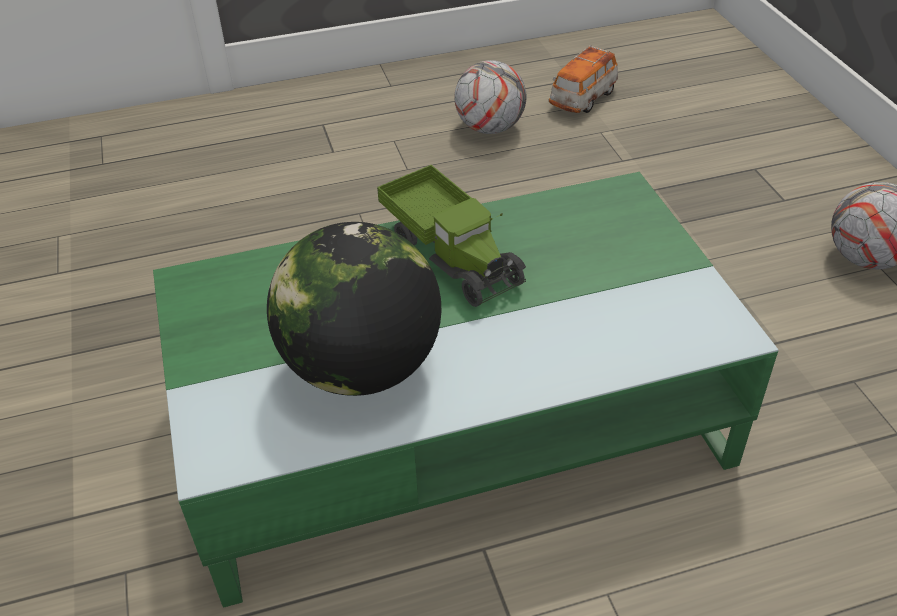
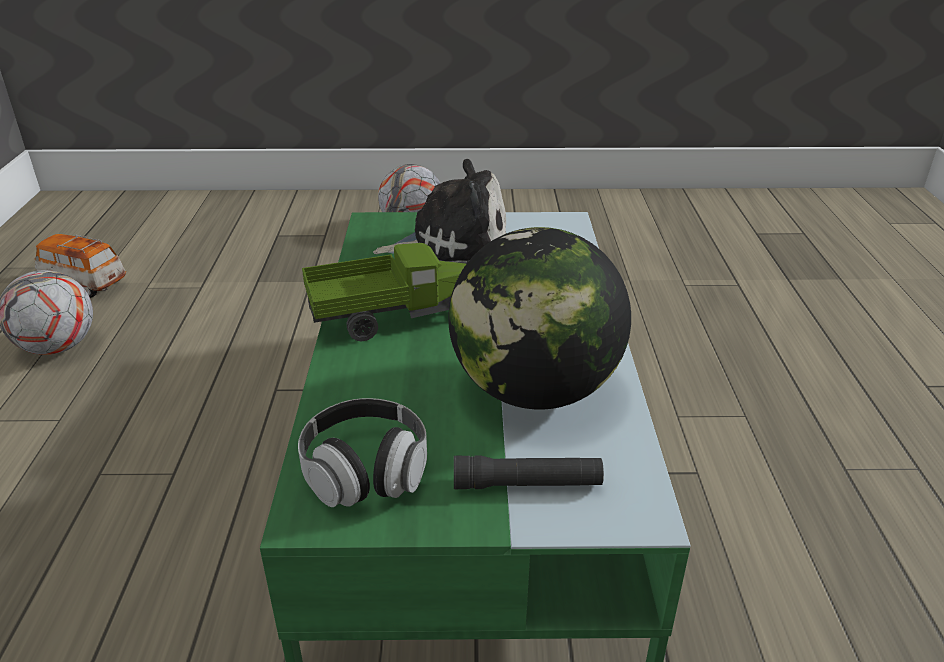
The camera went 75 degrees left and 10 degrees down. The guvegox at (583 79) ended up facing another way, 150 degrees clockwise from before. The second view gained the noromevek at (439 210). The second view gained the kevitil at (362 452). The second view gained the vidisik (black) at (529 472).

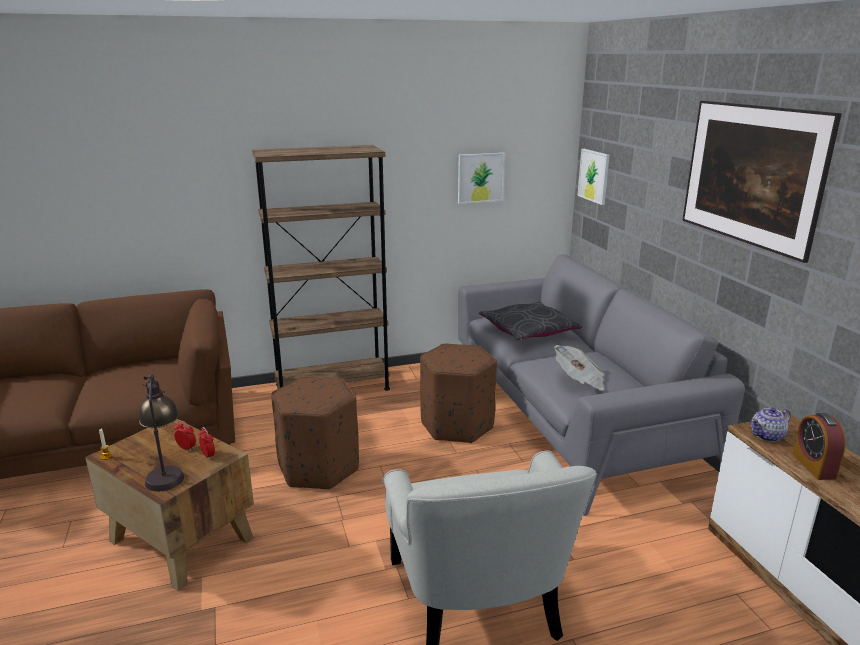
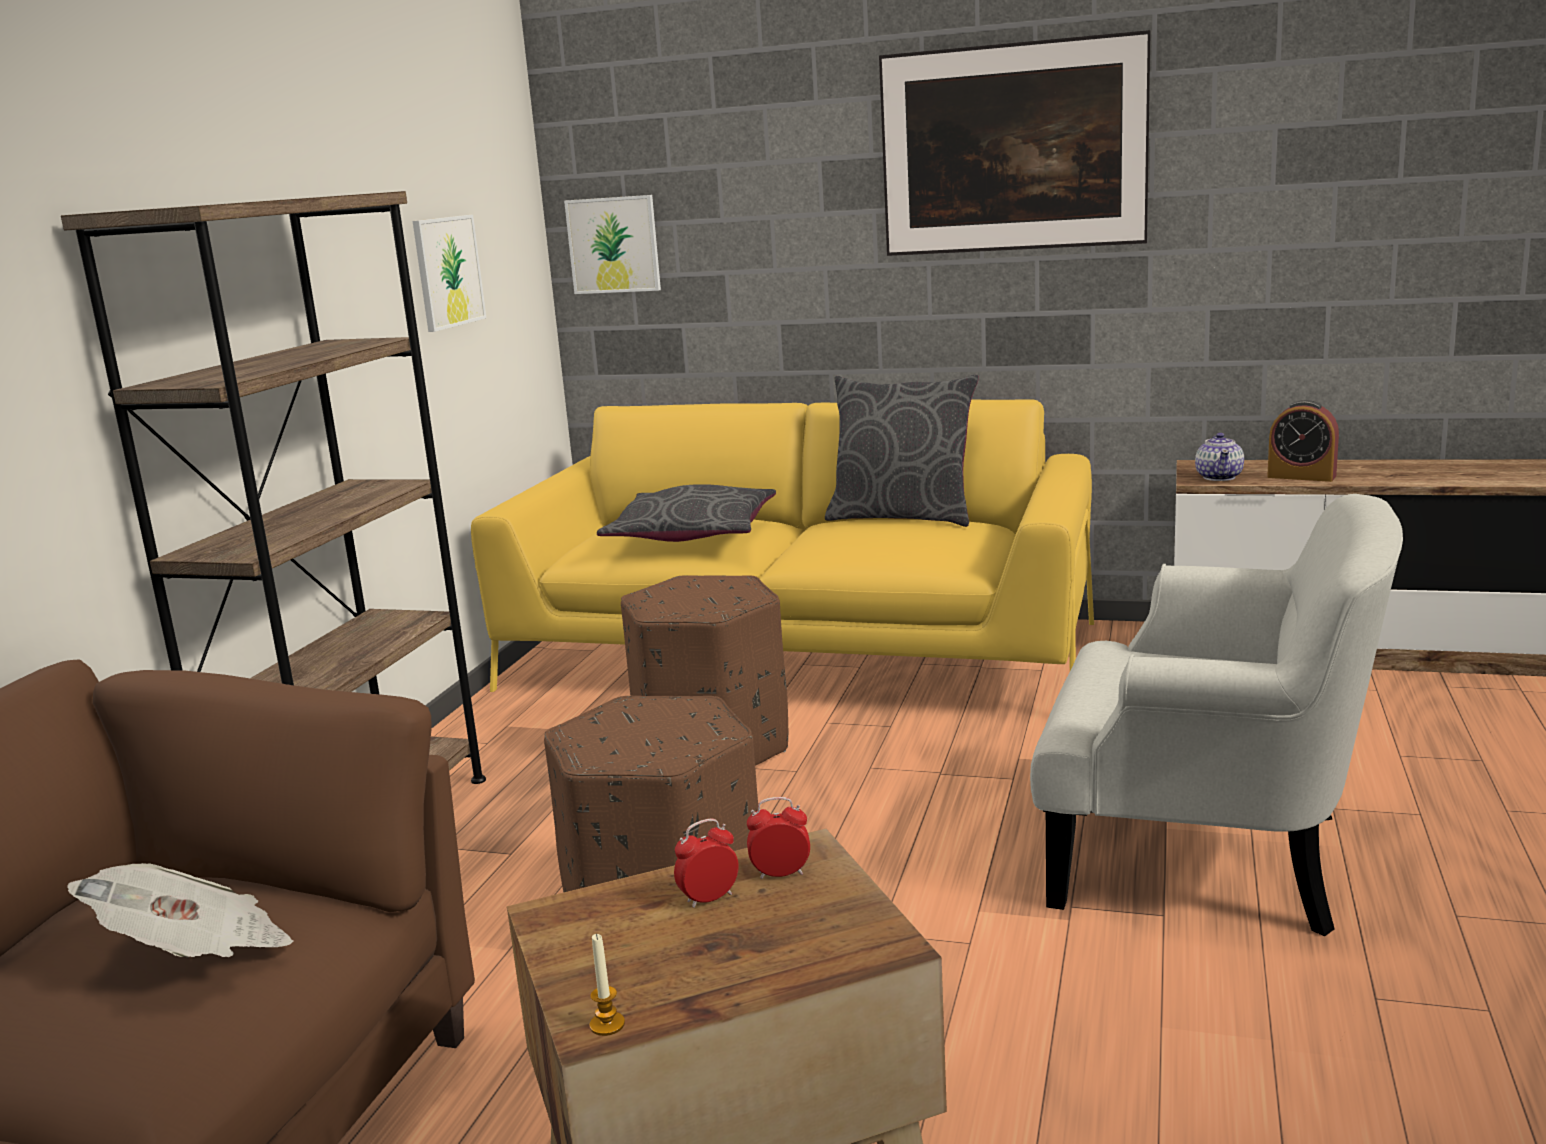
The camera went 55 degrees left and 5 degrees down. What was the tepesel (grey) at (601 385) turned into the tepesel (yellow) at (782 545). The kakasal ended up elsewhere, having gone from (579 367) to (180 910). The second view lost the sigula at (161 433). The second view gained the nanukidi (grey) at (902 451).

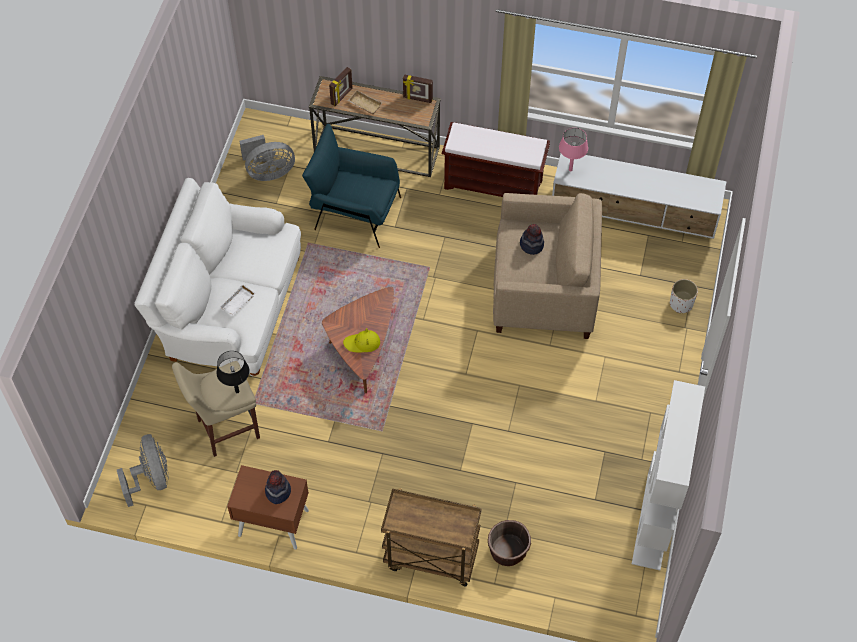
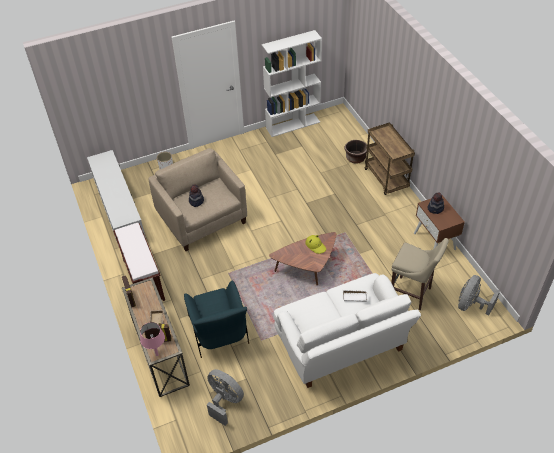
The camera went 125 degrees left and 10 degrees down. The sigula (pink) ended up elsewhere, having gone from (573 149) to (152 339). The second view lost the sigula (black) at (233 372).

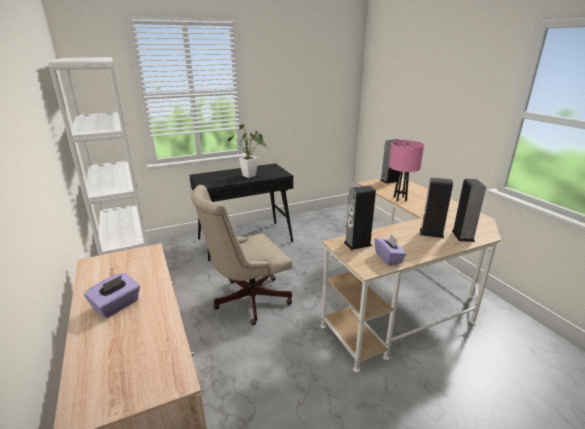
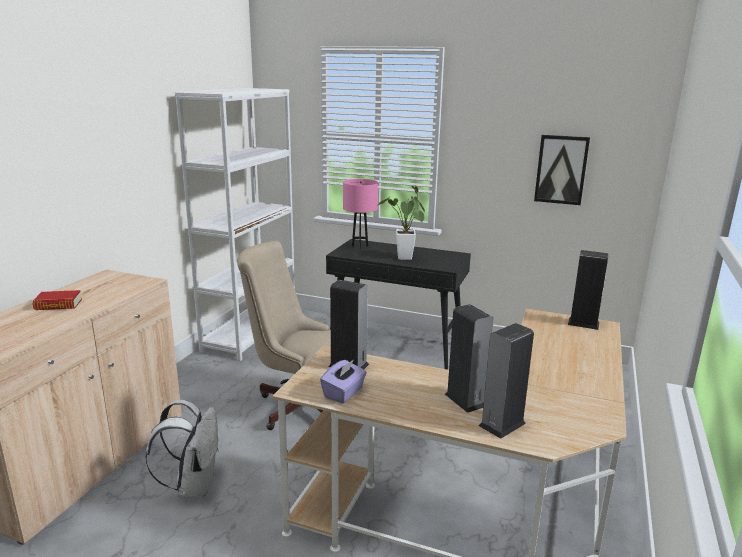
The camera went 45 degrees right and 5 degrees down. The sigula (pink) ended up elsewhere, having gone from (406 170) to (360 214). Where the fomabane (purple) stood at (112 295), the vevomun came to stand at (57 300). The second view gained the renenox at (562 170). The second view gained the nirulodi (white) at (182 449).

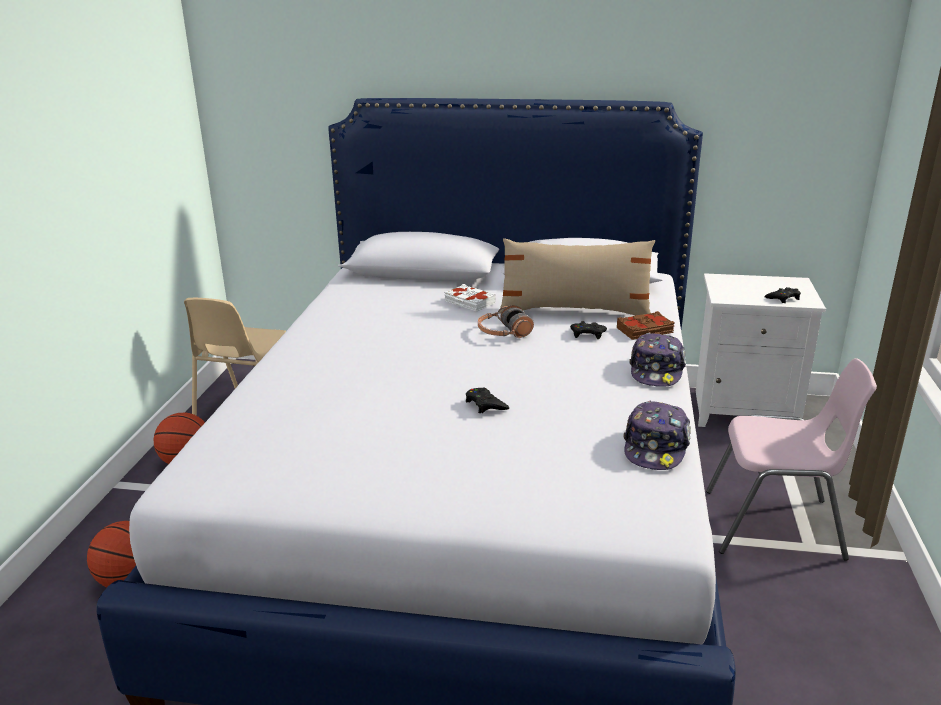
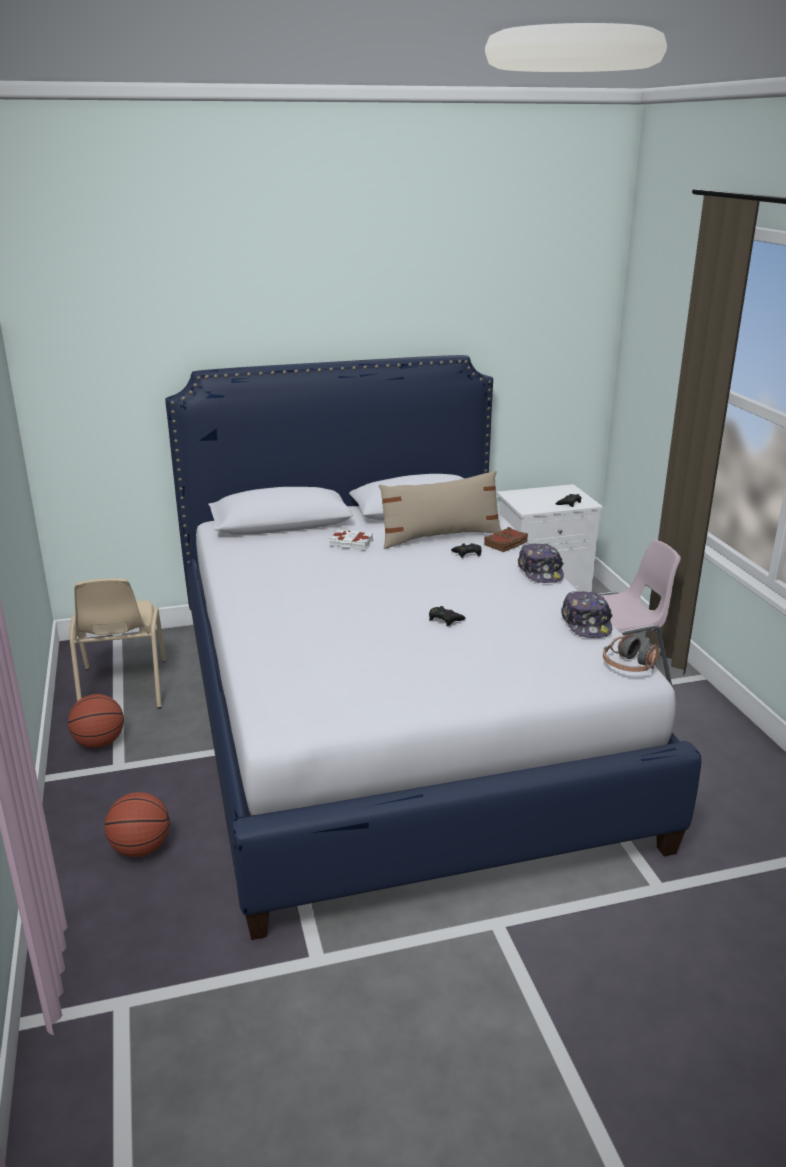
The camera went 25 degrees left and 0 degrees up. The kevitil ended up elsewhere, having gone from (506 321) to (631 653).

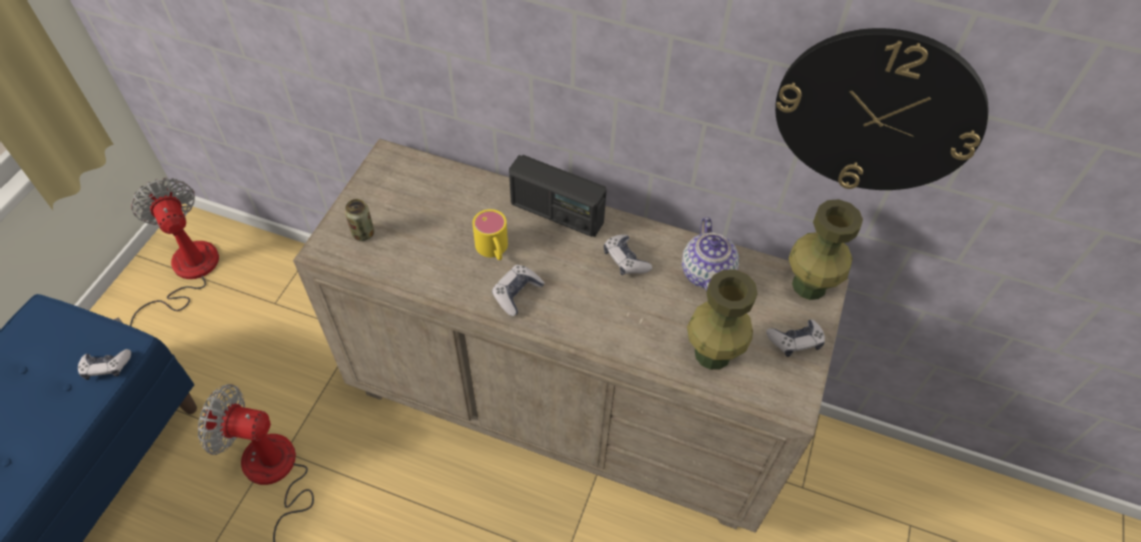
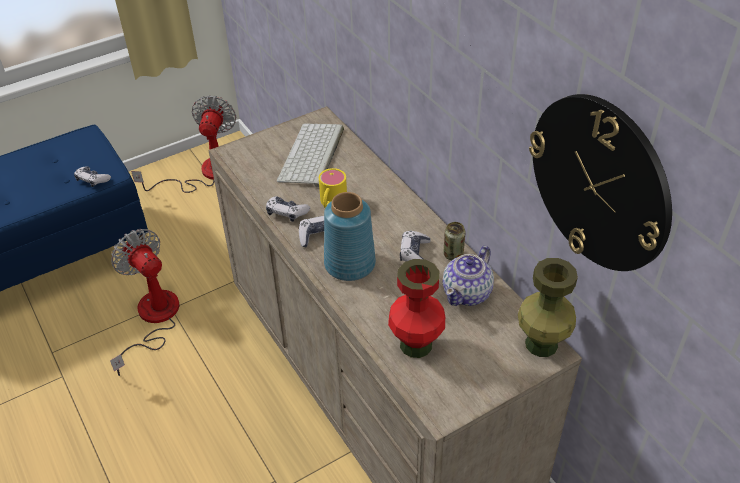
The camera went 40 degrees right and 10 degrees down. The second view lost the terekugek at (558 196). The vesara ended up elsewhere, having gone from (359 220) to (454 241). What was the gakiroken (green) at (722 319) turned into the gakiroken (red) at (416 308). The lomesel ended up elsewhere, having gone from (795 338) to (288 209). The second view gained the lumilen at (310 155). The second view gained the gakiroken (blue) at (350 236).

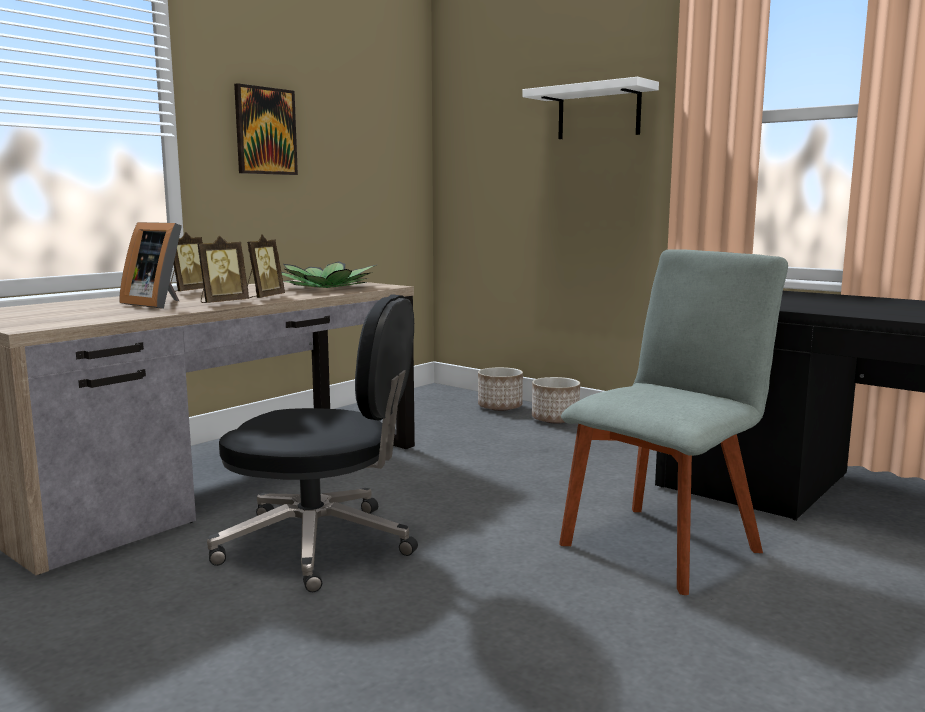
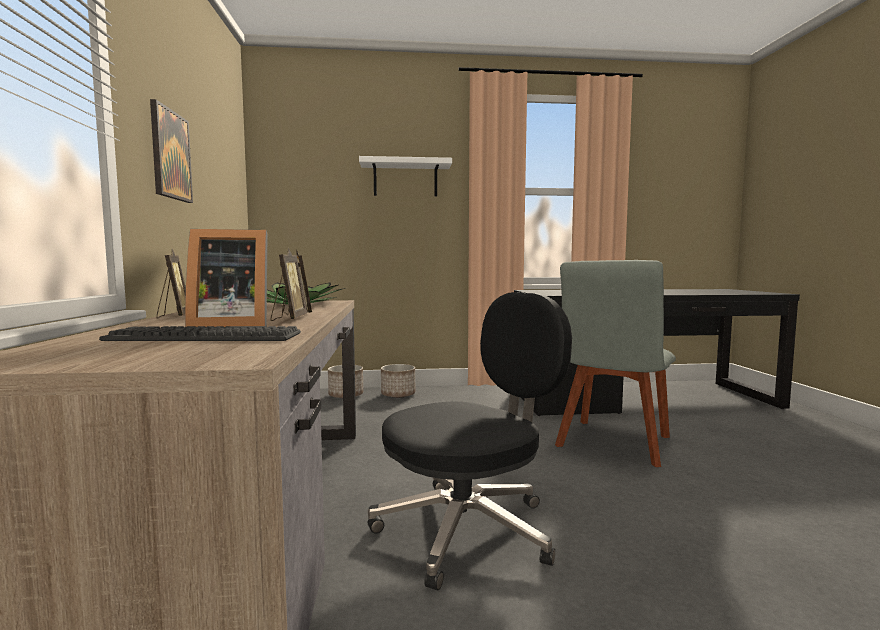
The camera went 45 degrees left and 5 degrees down. The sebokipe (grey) at (673 422) ended up facing another way, 150 degrees counterclockwise from before. The second view gained the lumilen at (200 333).

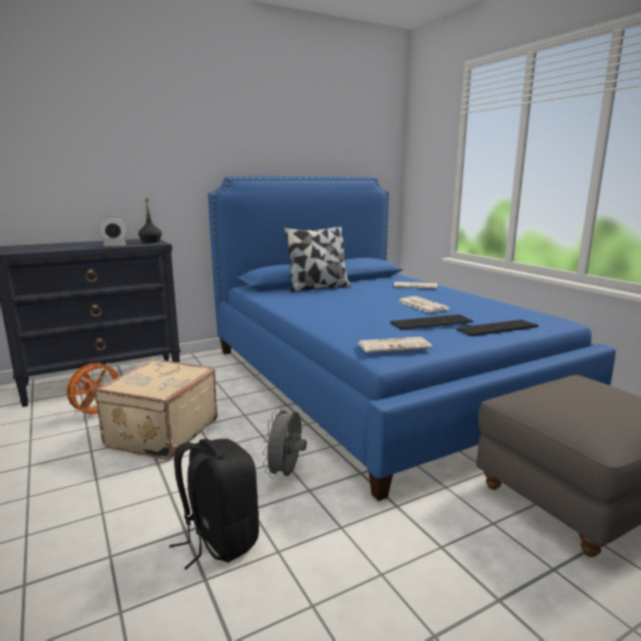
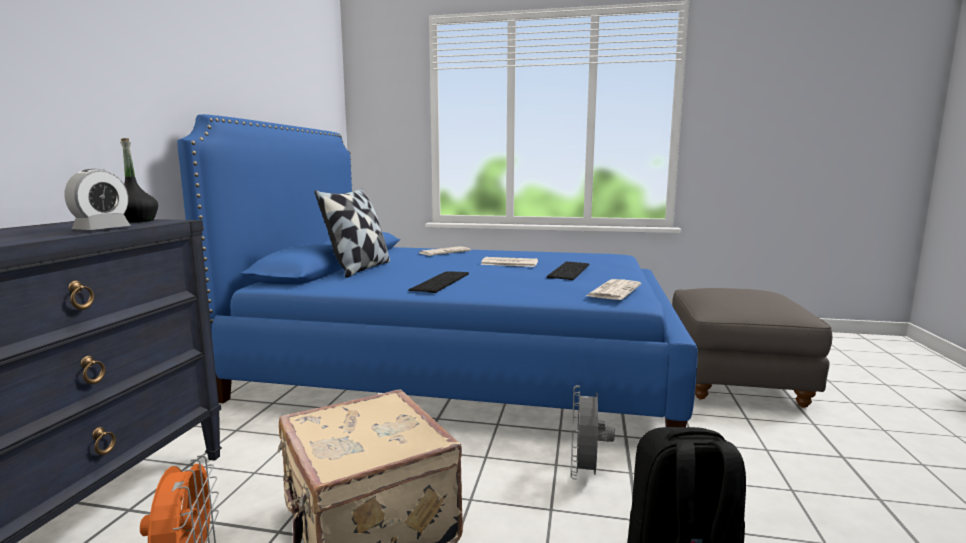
The camera went 50 degrees left and 5 degrees down. The lumilen ended up elsewhere, having gone from (497 328) to (439 282). The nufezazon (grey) at (284 442) ended up facing another way, 45 degrees clockwise from before.

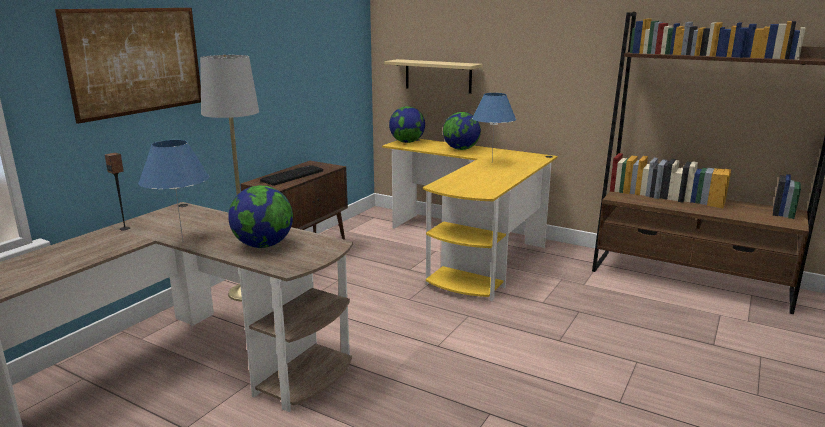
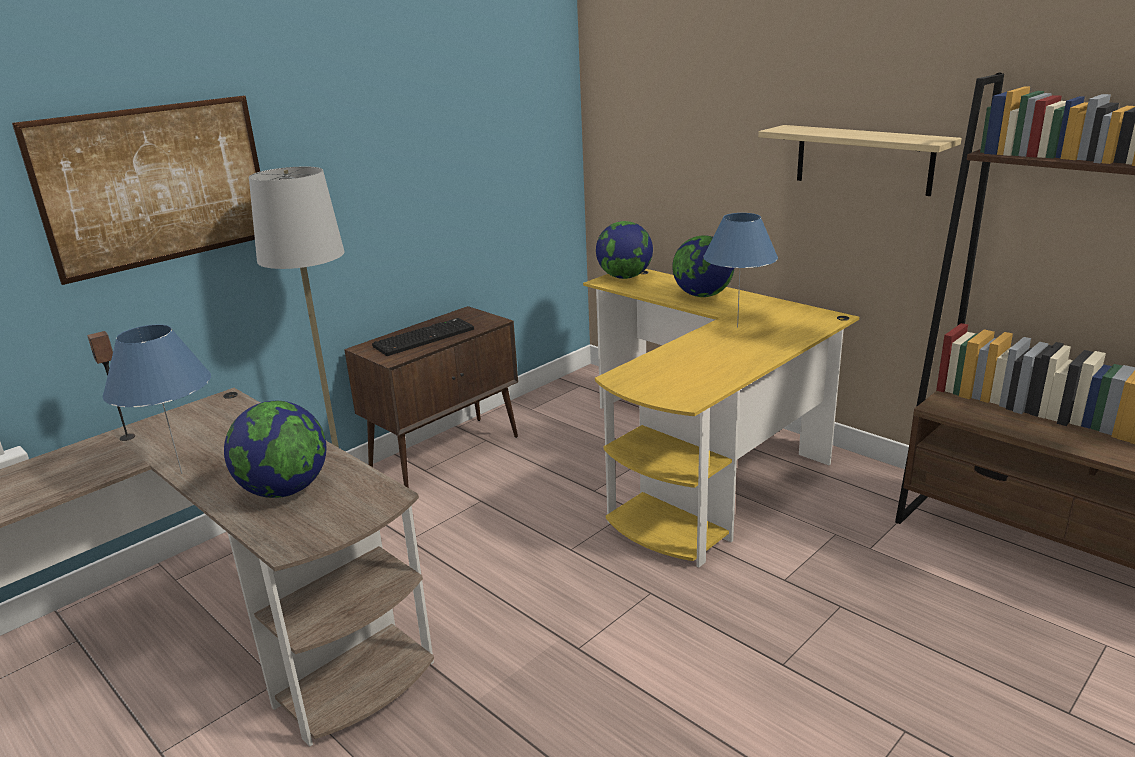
The camera went 15 degrees right and 5 degrees up. The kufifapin ended up elsewhere, having gone from (433 76) to (859 160).

